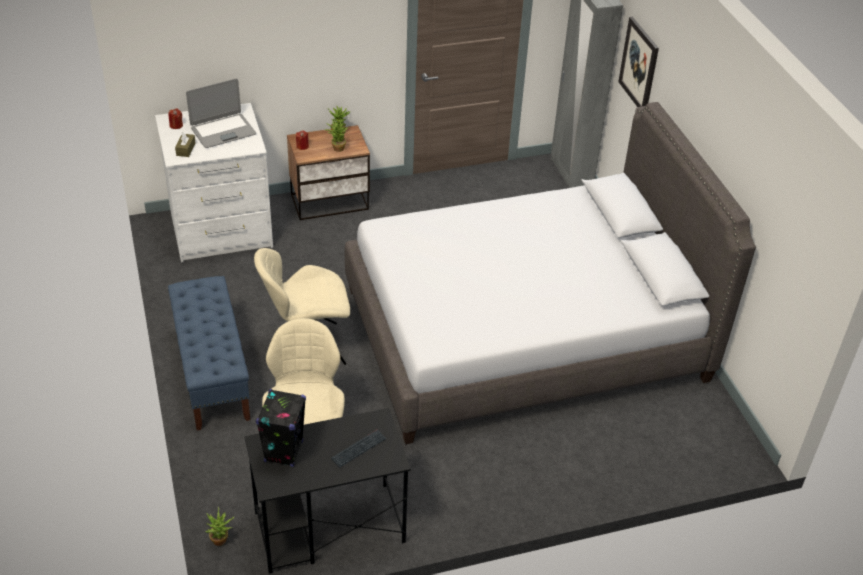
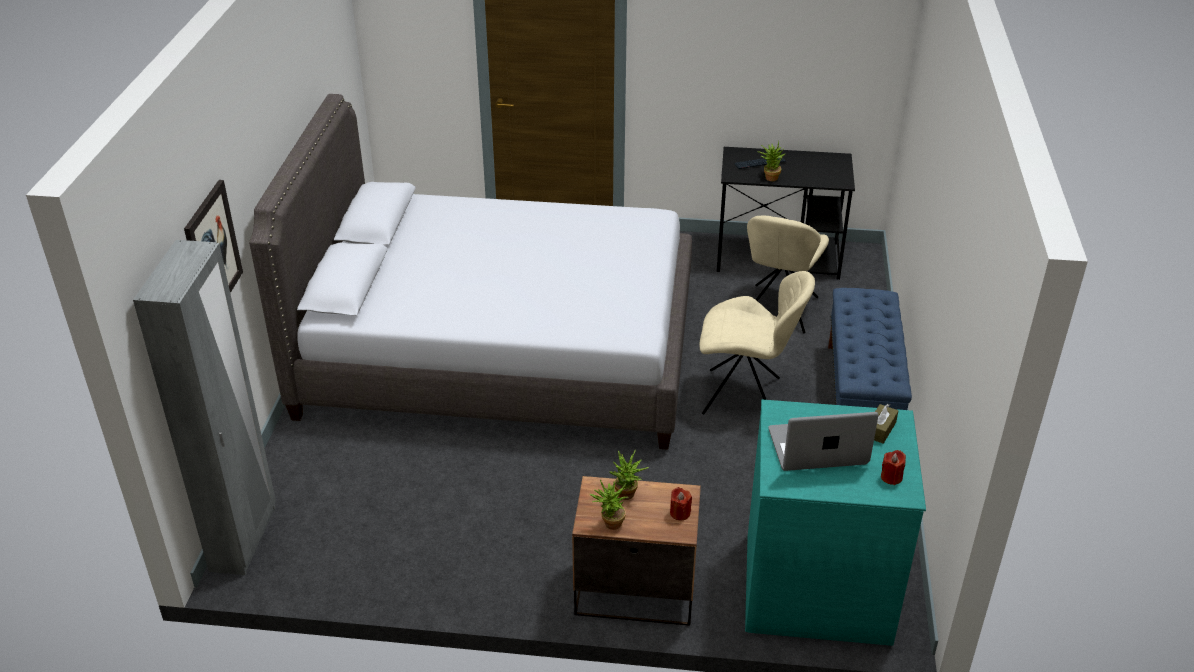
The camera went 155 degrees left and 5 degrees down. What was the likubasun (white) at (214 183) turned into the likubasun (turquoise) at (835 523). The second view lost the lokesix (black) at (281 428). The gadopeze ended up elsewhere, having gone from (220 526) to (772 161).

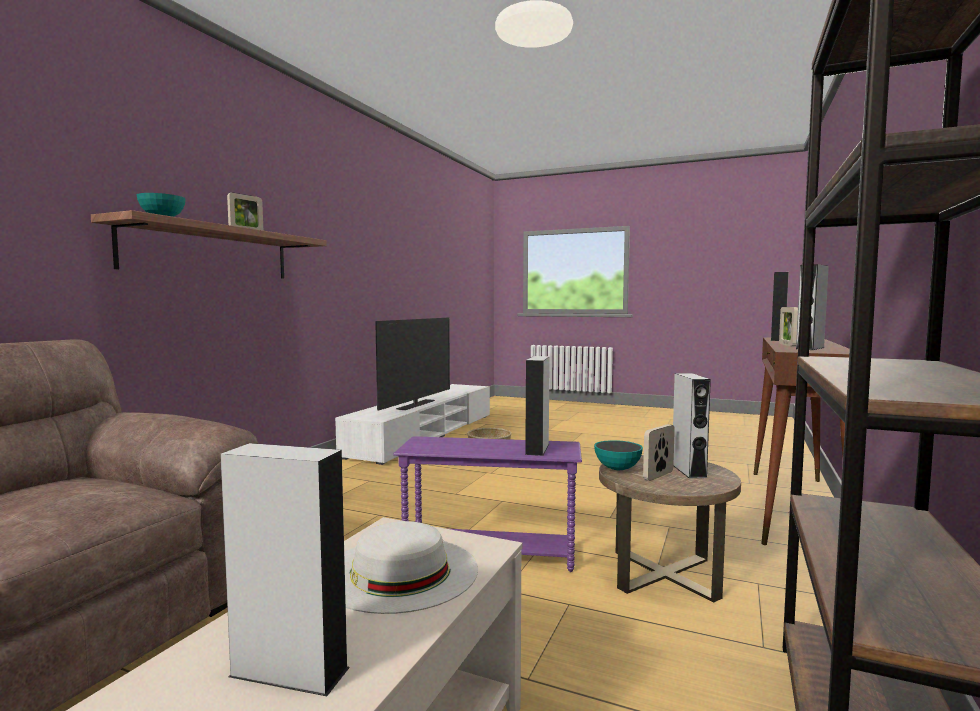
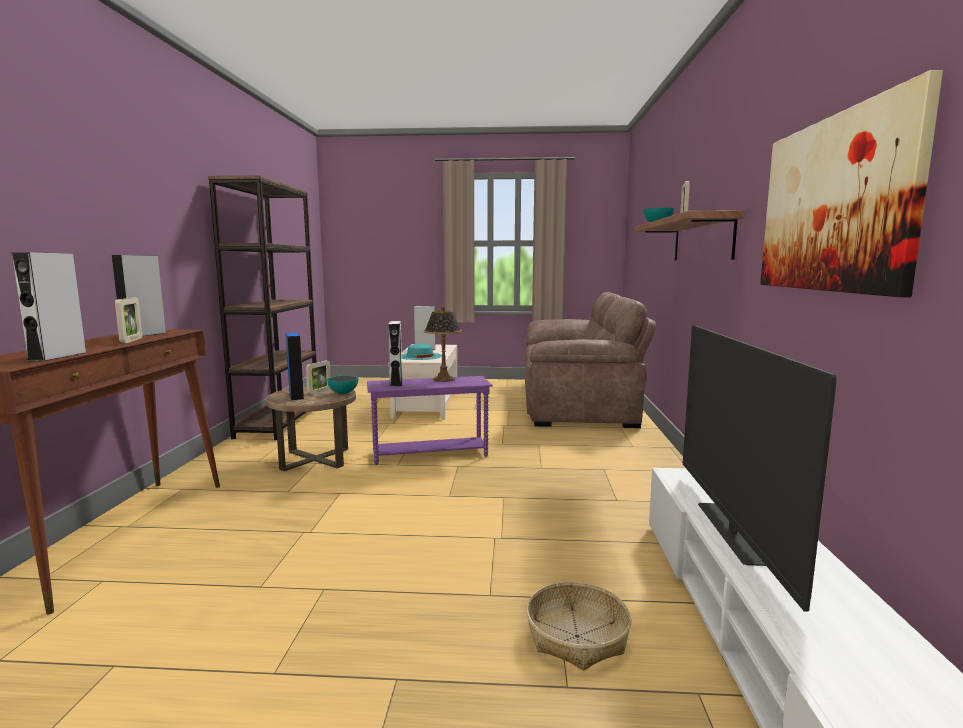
The camera went 160 degrees right and 5 degrees up. What was the lokesix (grey) at (692 425) turned into the lokesix (blue) at (295 366). What was the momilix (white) at (411 567) turned into the momilix (turquoise) at (422 352). The second view gained the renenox at (851 183). The second view gained the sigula at (443 344).

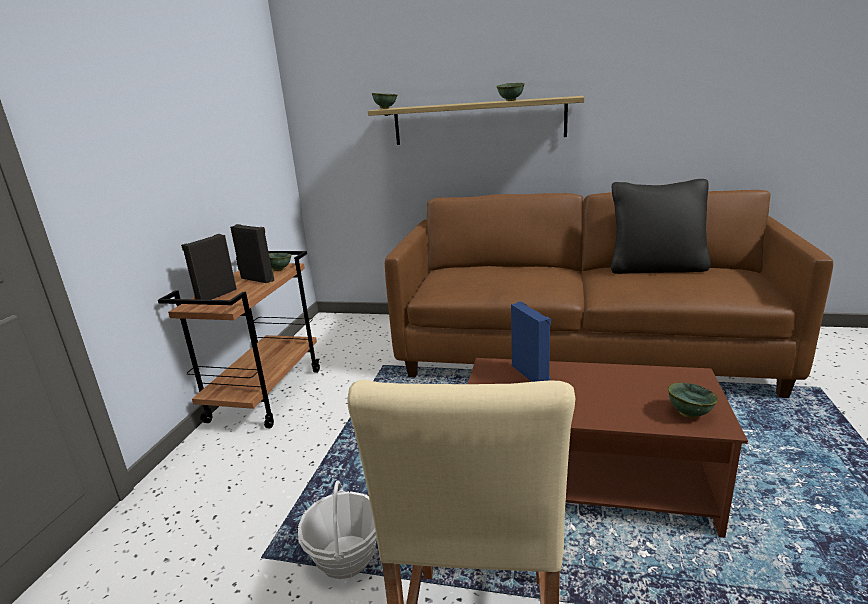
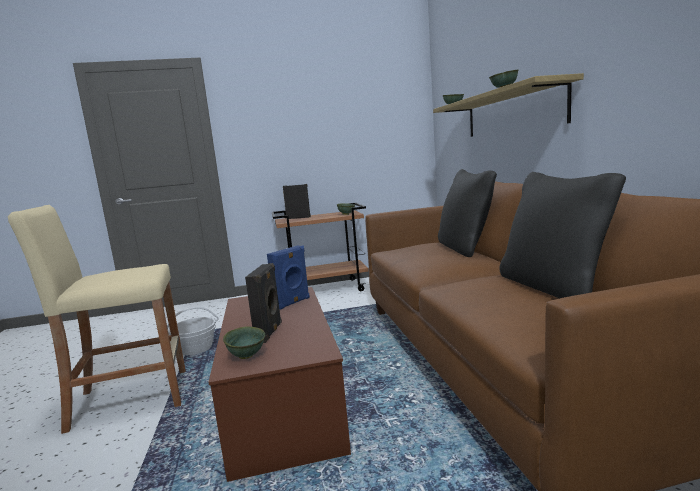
The camera went 65 degrees right and 10 degrees down. The lokesix (black) ended up elsewhere, having gone from (252 253) to (263 303). The second view gained the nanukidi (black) at (467 213).

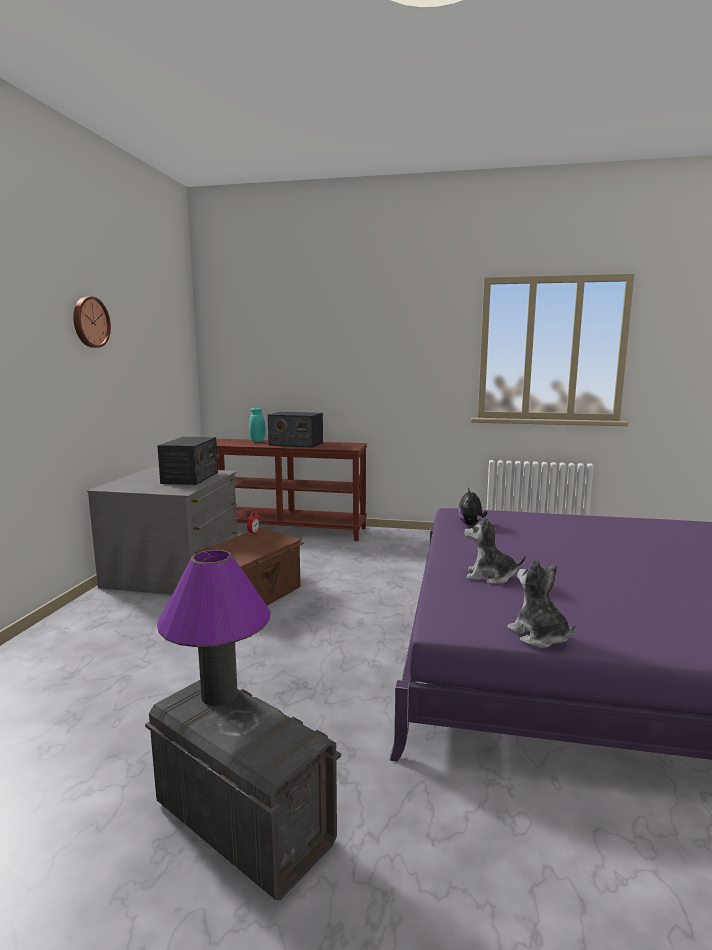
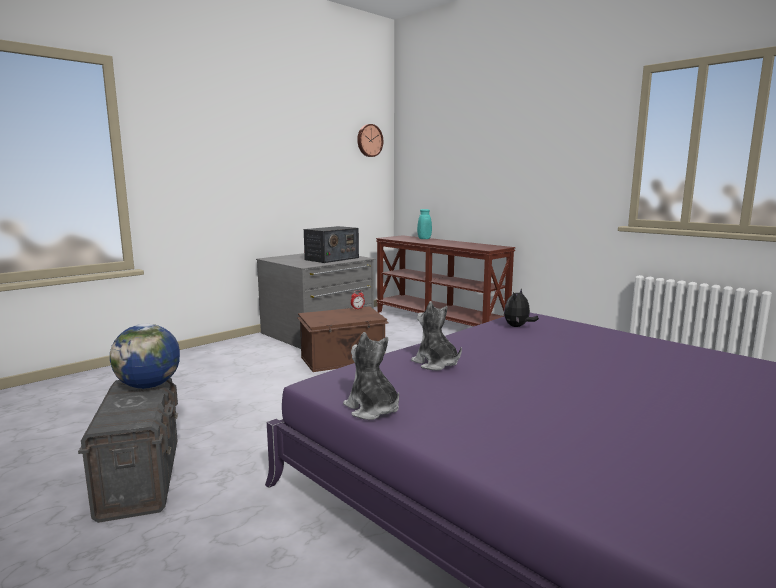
The camera went 35 degrees right and 0 degrees up. The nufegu ended up elsewhere, having gone from (92 322) to (370 140). The second view lost the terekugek at (295 430). Where the sigula (purple) stood at (214 628), the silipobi came to stand at (145 356). The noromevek at (541 603) ended up facing another way, 45 degrees counterclockwise from before.

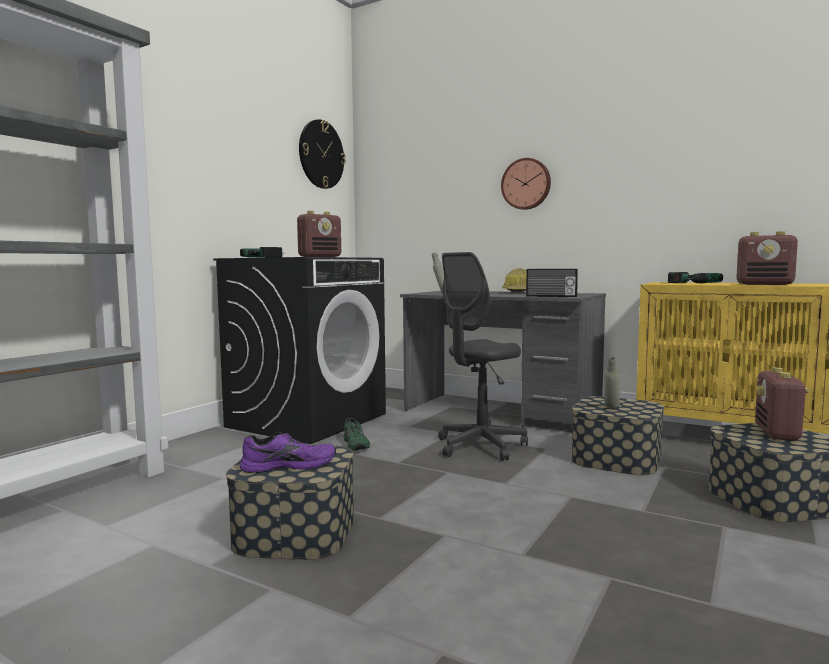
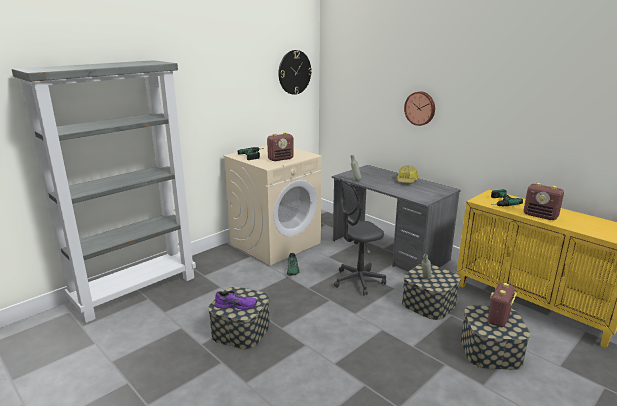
The camera went 15 degrees right and 15 degrees up. What was the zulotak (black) at (299 350) turned into the zulotak (beige) at (272 206). The second view lost the terekugek at (552 283).

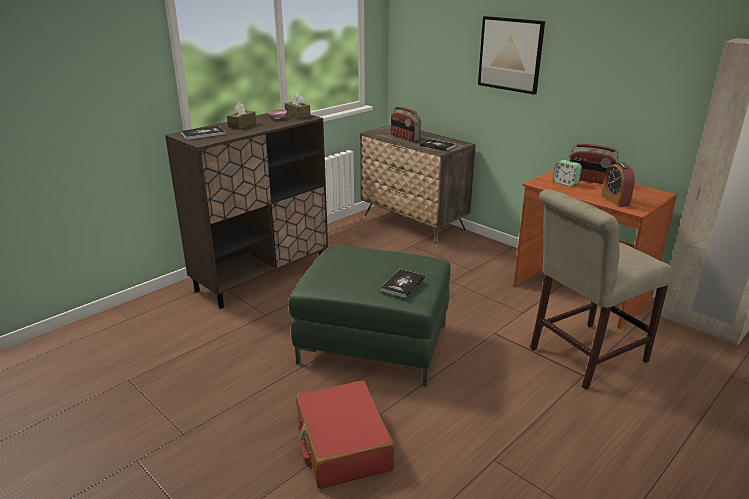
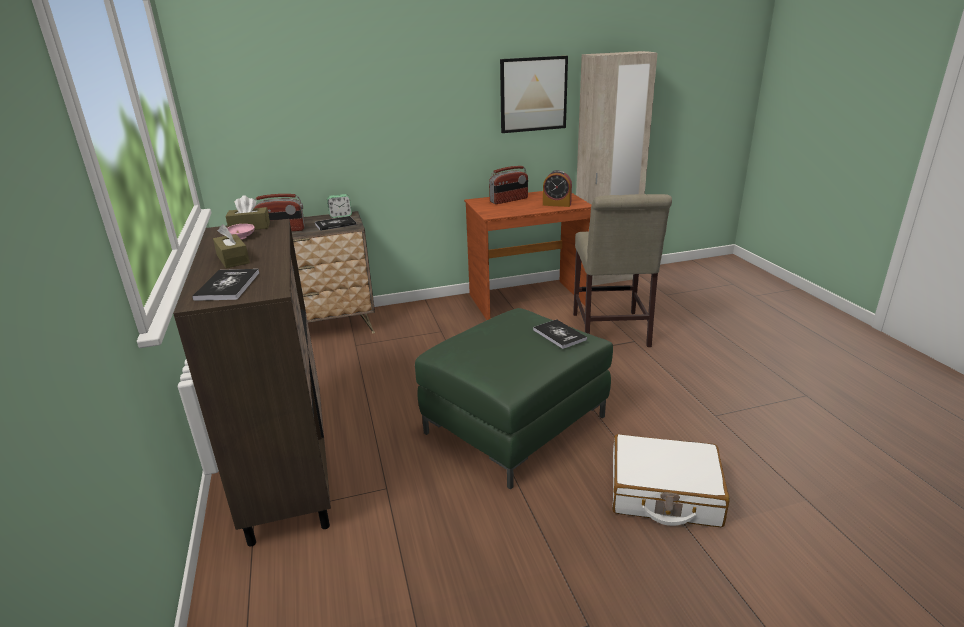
The camera went 60 degrees left and 0 degrees up. The renenox ended up elsewhere, having gone from (511 55) to (534 94). The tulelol ended up elsewhere, having gone from (567 173) to (339 206). What was the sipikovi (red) at (345 435) turned into the sipikovi (white) at (671 480).

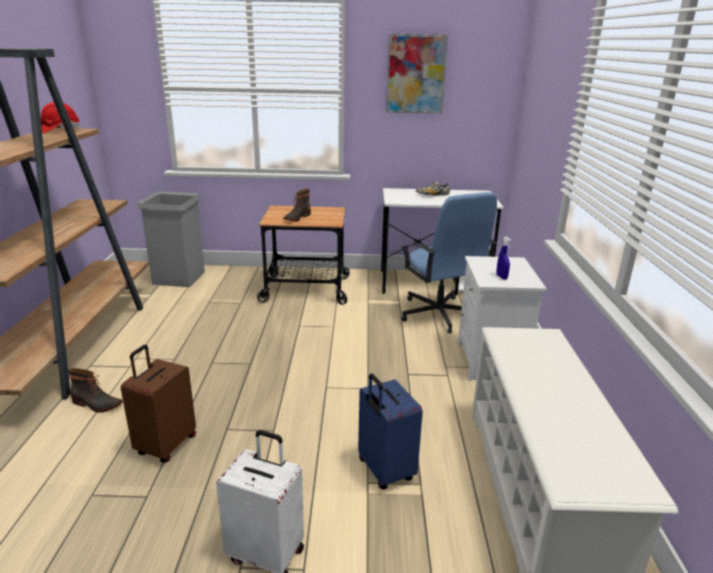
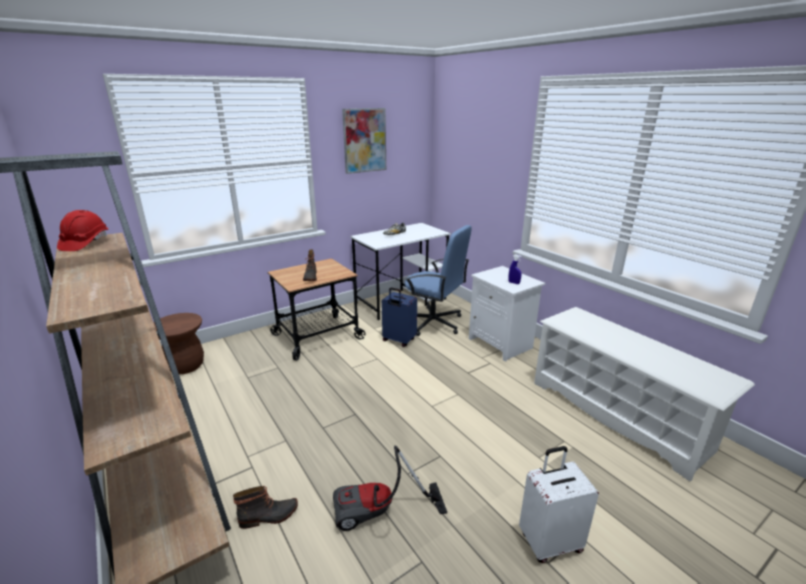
The camera went 35 degrees left and 0 degrees up. Where the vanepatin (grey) stood at (171 239), the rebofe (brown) came to stand at (178 343). Where the sipikovi (brown) stood at (158 404), the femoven came to stand at (390 488). The sipikovi (blue) ended up elsewhere, having gone from (390 431) to (399 317).

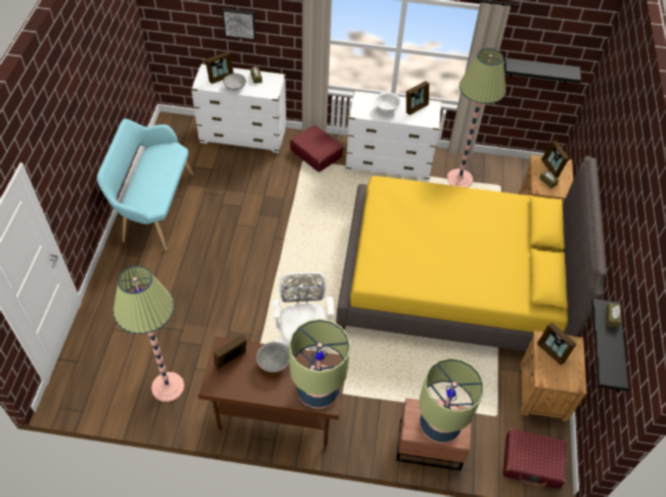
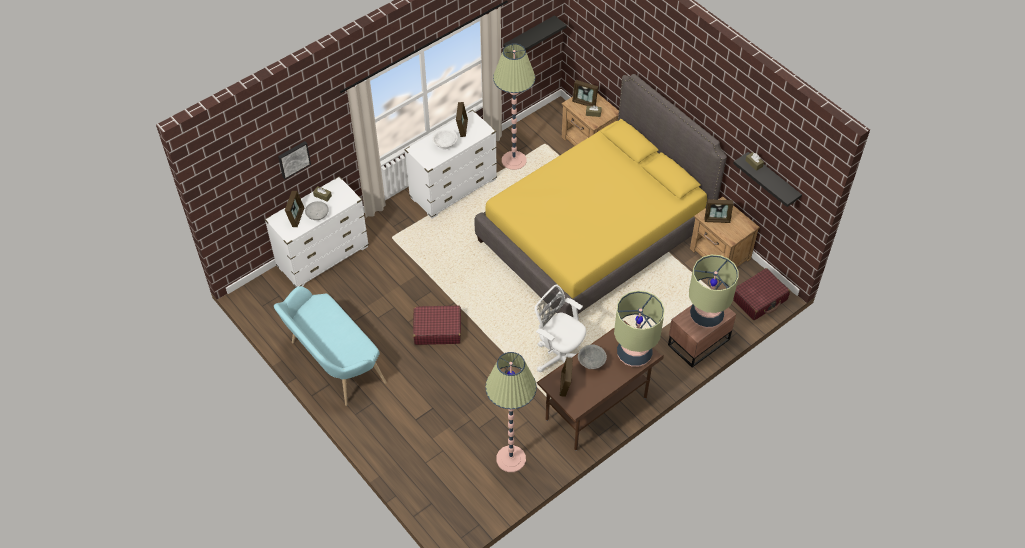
The camera went 45 degrees left and 0 degrees up. The sipikovi (red) ended up elsewhere, having gone from (317 148) to (437 325).

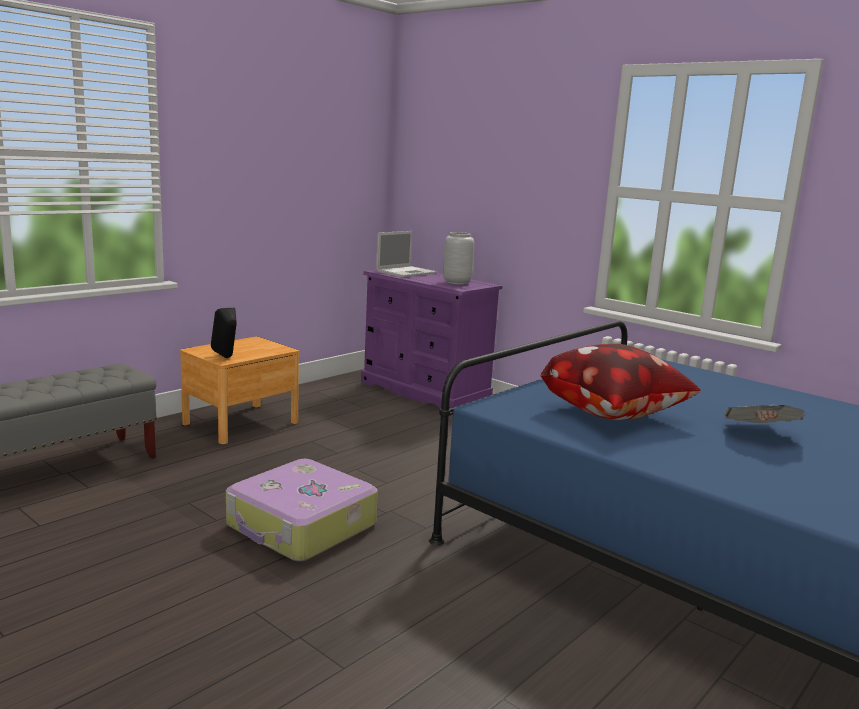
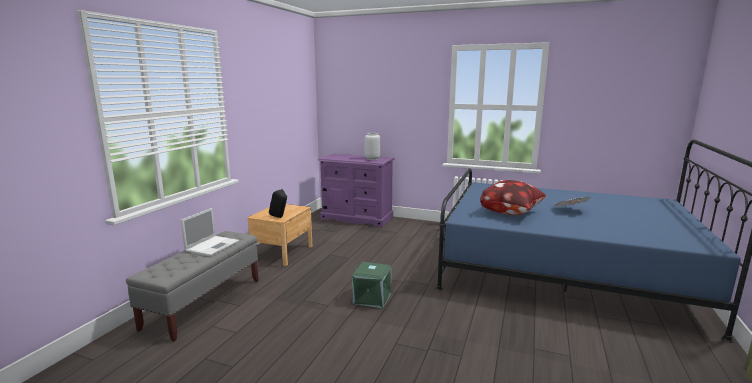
The camera went 20 degrees left and 0 degrees up. The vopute ended up elsewhere, having gone from (406 254) to (210 232). Where the sipikovi stood at (302 510), the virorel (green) came to stand at (371 285).

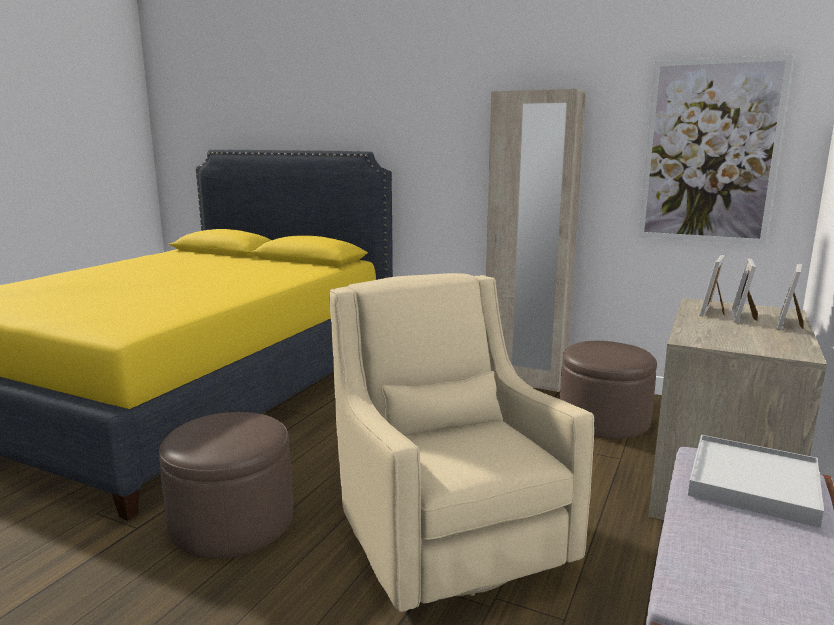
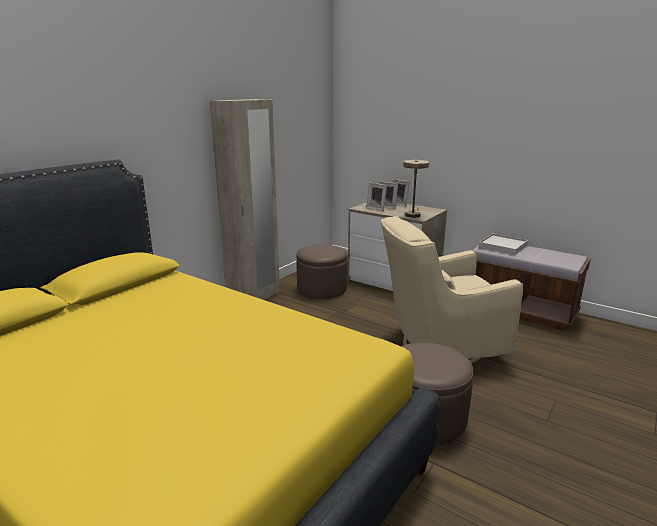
The camera went 80 degrees left and 5 degrees up. The second view lost the renenox at (715 150). The second view gained the sigula (beige) at (416 189).

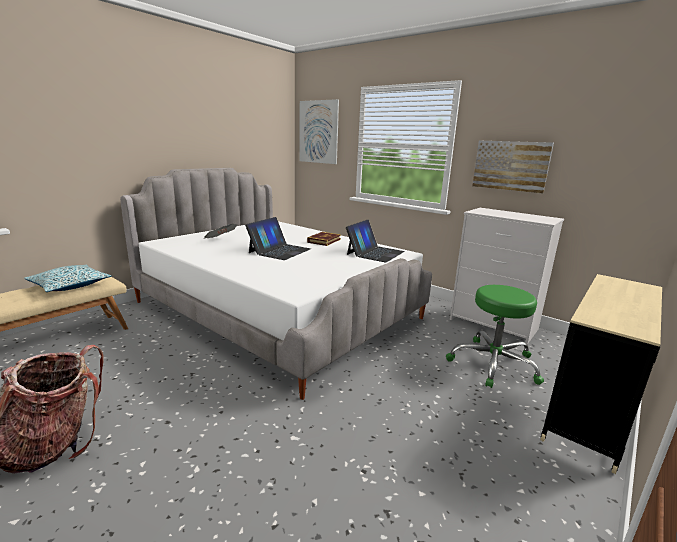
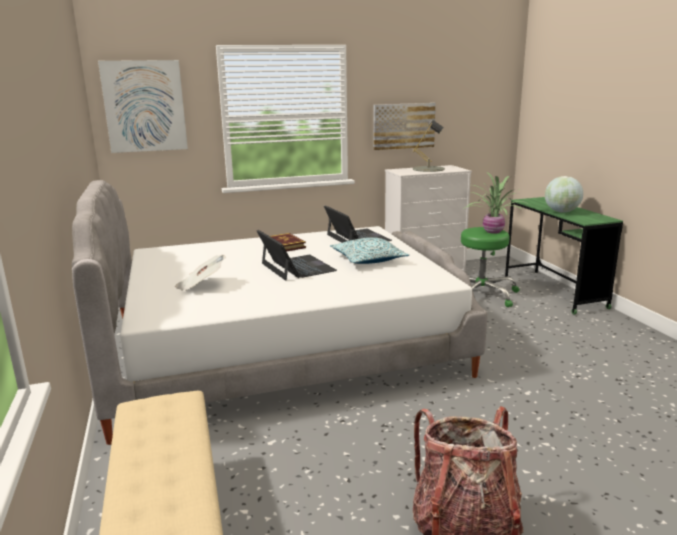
The camera went 55 degrees left and 0 degrees up. The nanukidi ended up elsewhere, having gone from (68 278) to (369 250). What was the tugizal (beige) at (601 374) turned into the tugizal (green) at (564 256). The second view gained the sigula (grey) at (429 146). The second view gained the gadopeze at (496 203). The second view gained the silipobi at (564 194).

